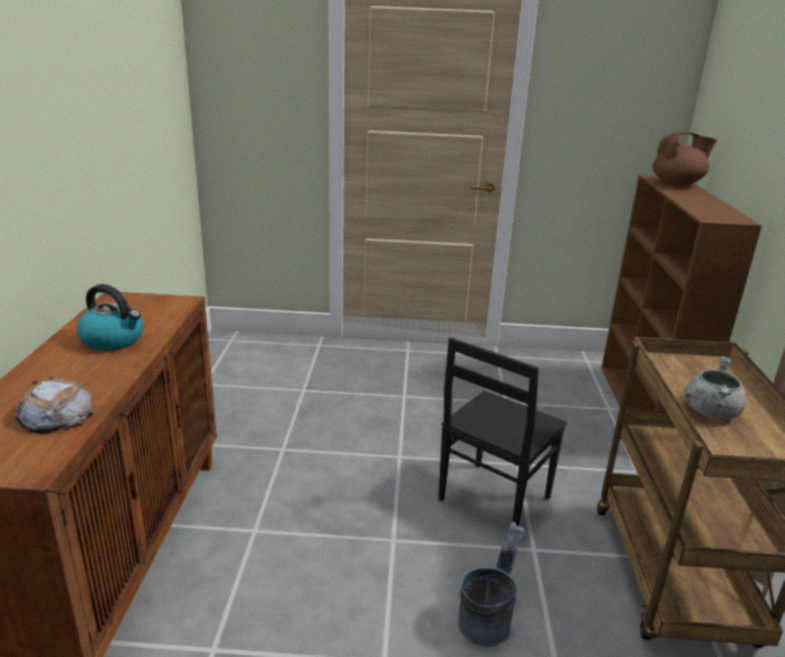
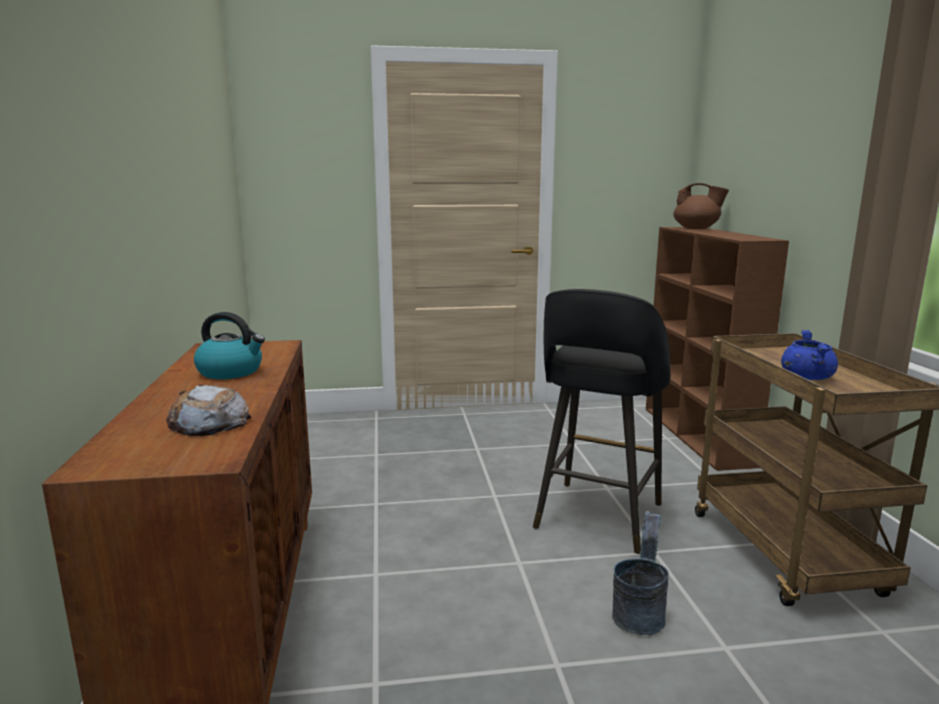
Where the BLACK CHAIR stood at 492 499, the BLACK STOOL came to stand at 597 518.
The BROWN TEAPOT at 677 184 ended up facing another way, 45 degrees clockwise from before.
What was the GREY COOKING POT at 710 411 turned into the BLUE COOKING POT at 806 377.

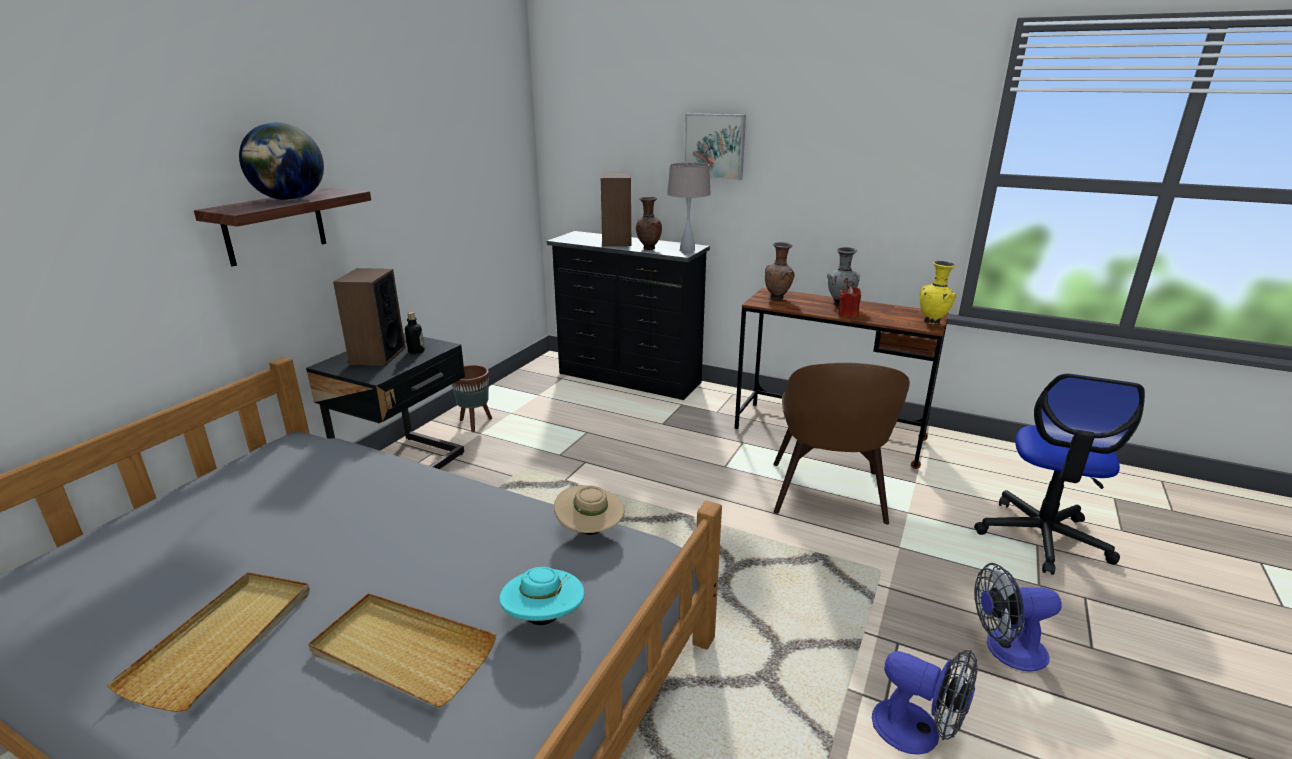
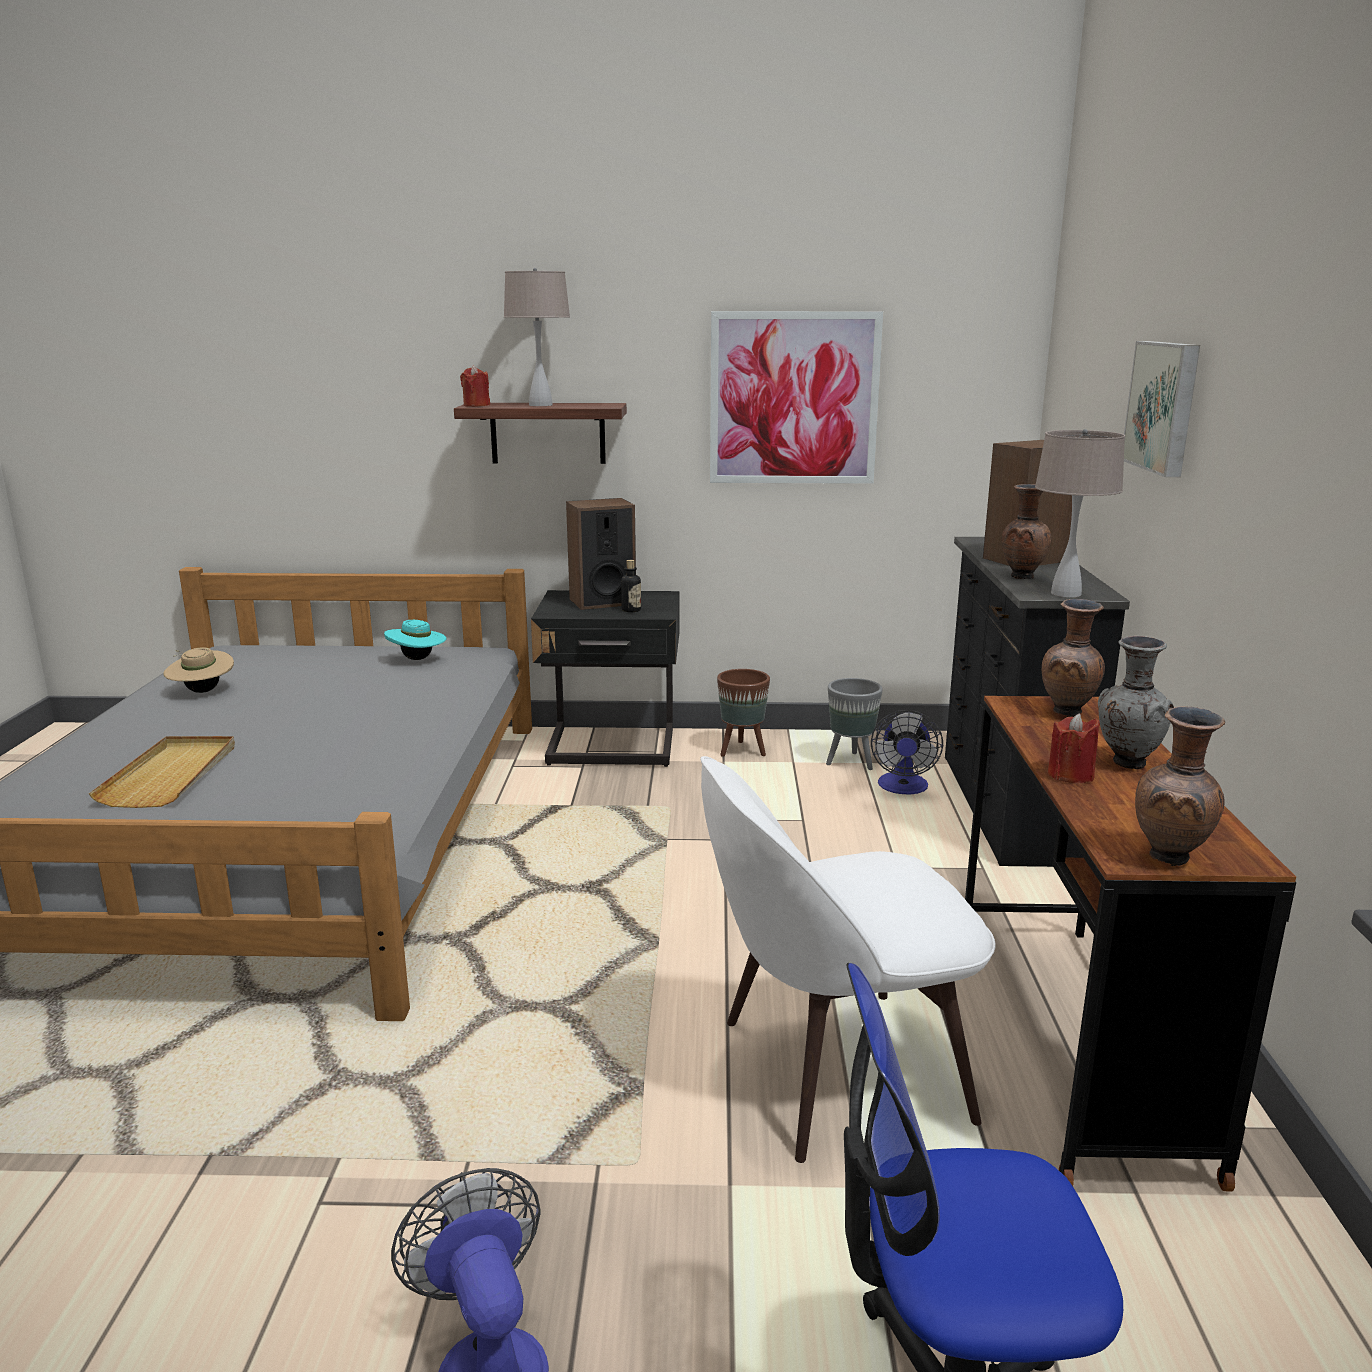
The second view lost the BEIGE TRAY at 223 640.
Where the GLOBE stood at 290 200, the BEIGE TABLE LAMP came to stand at 540 405.
The TURQUOISE HAT ended up elsewhere, having gone from 544 618 to 417 659.
The BEIGE HAT ended up elsewhere, having gone from 590 531 to 202 691.
What was the BROWN CHAIR at 827 495 turned into the WHITE CHAIR at 833 1071.
The FAN ended up elsewhere, having gone from 918 732 to 903 788.
What was the YELLOW VASE at 933 322 turned into the BROWN VASE at 1171 859.
The second view gained the RED CANDLE at 476 405.
The second view gained the PICTURE at 793 399.
The second view gained the GREY PLANTER at 851 762.

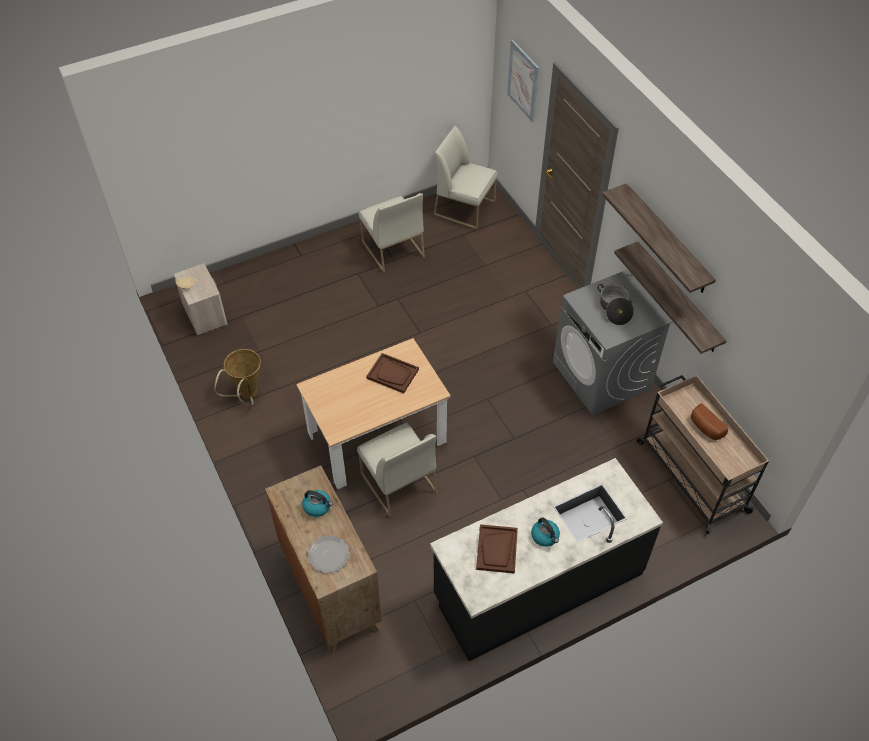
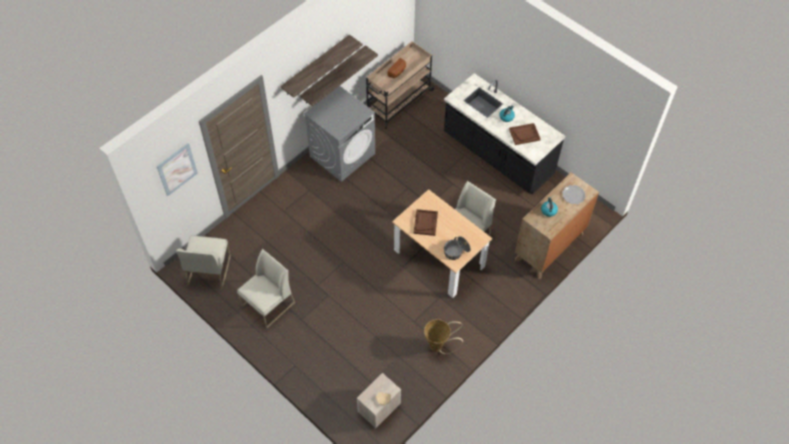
The COOKING POT ended up elsewhere, having gone from 614 309 to 456 251.

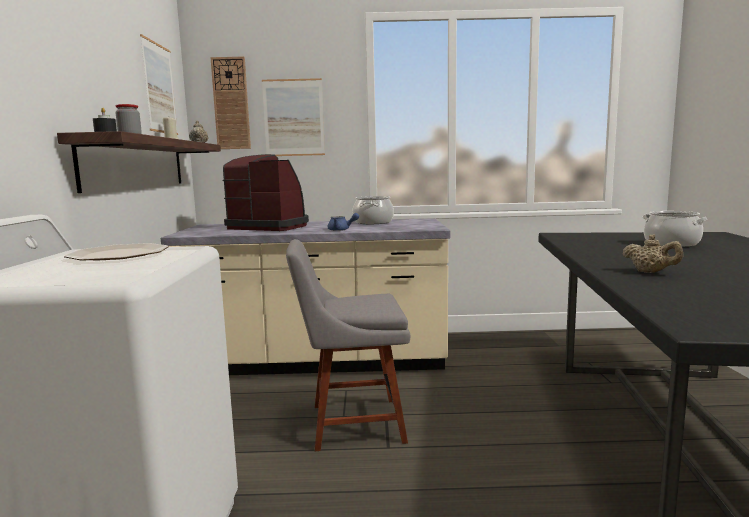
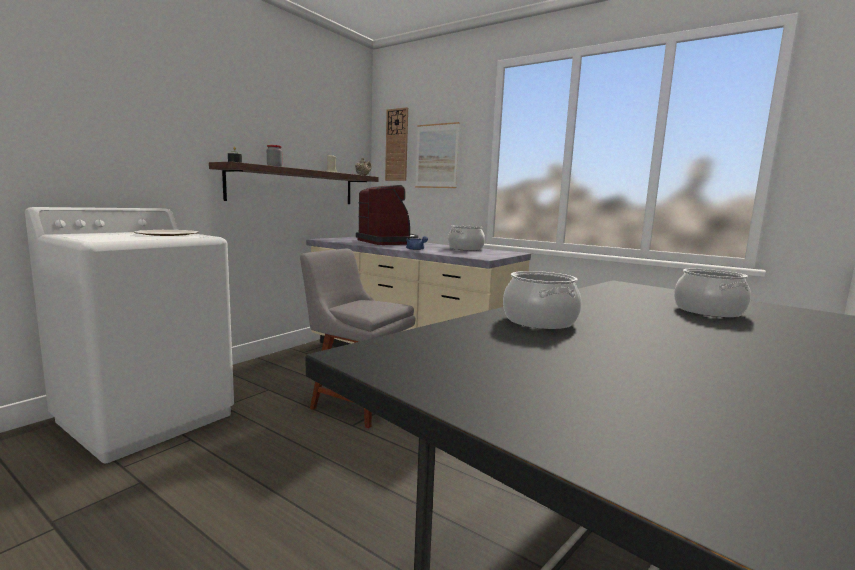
The second view lost the PICTURE at 159 88.
Where the BEIGE TEAPOT stood at 650 272, the COOKING POT came to stand at 540 321.

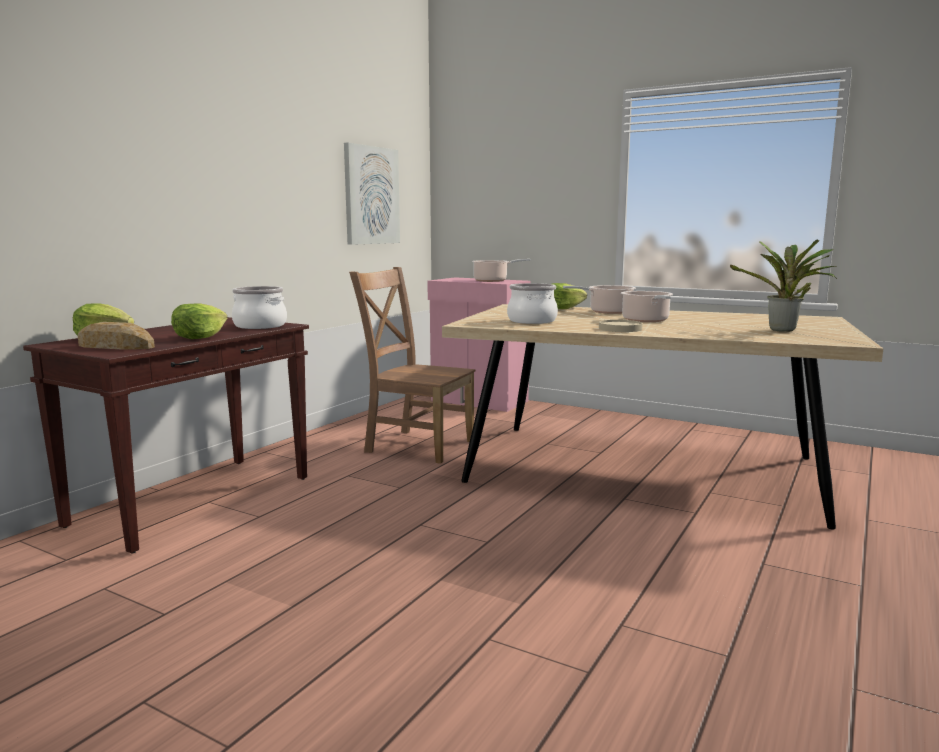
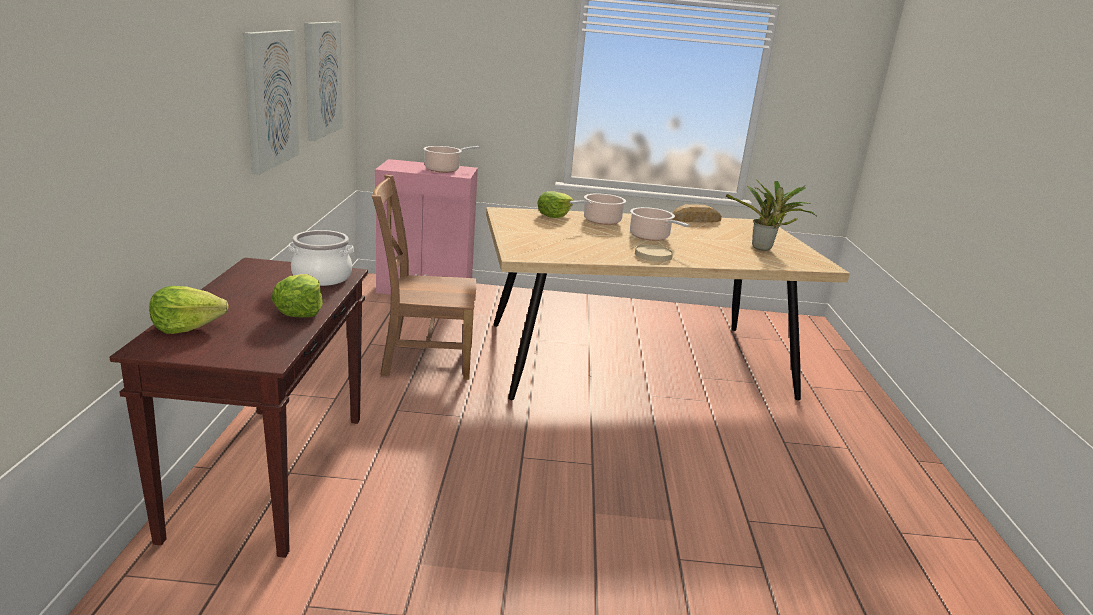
The BREAD ended up elsewhere, having gone from 115 346 to 696 220.
The second view lost the COOKING POT at 532 321.
The second view gained the PICTURE at 270 99.

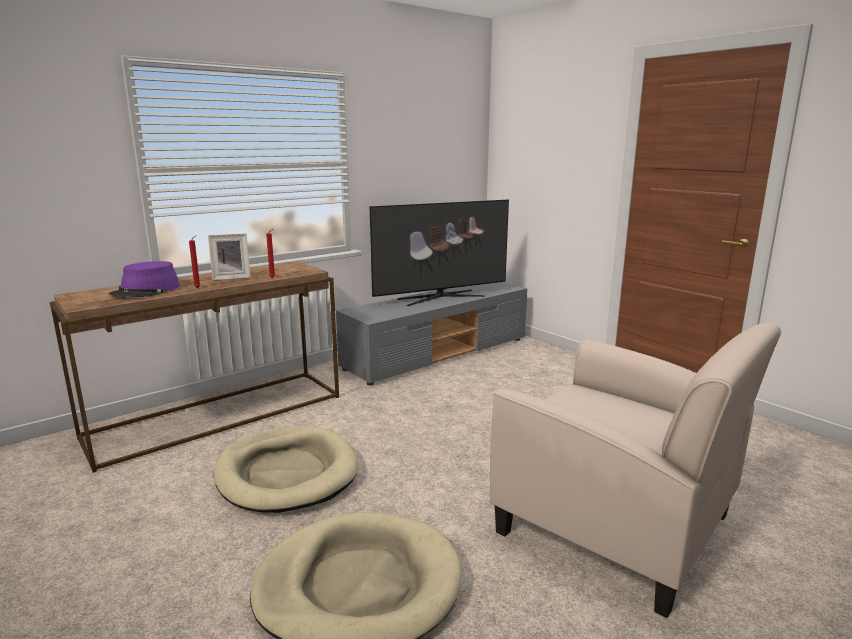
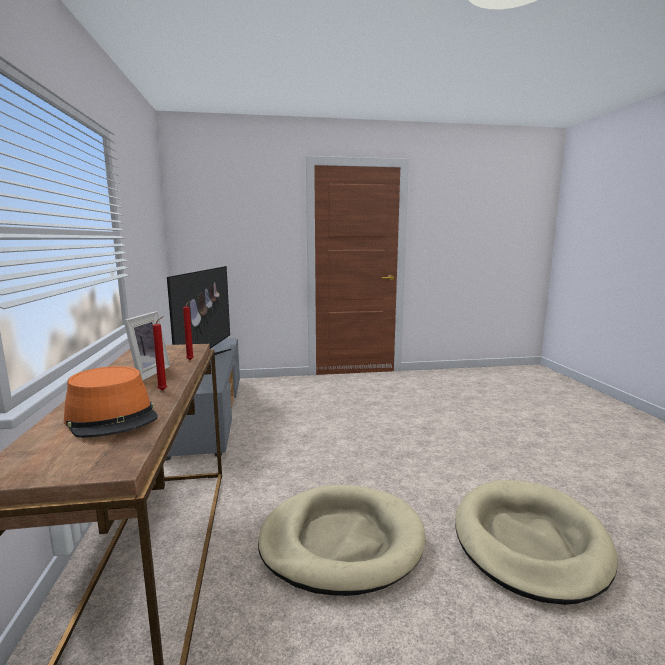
What was the PURPLE HAT at 146 291 turned into the ORANGE HAT at 112 417.
The second view lost the BEIGE ARMCHAIR at 617 525.

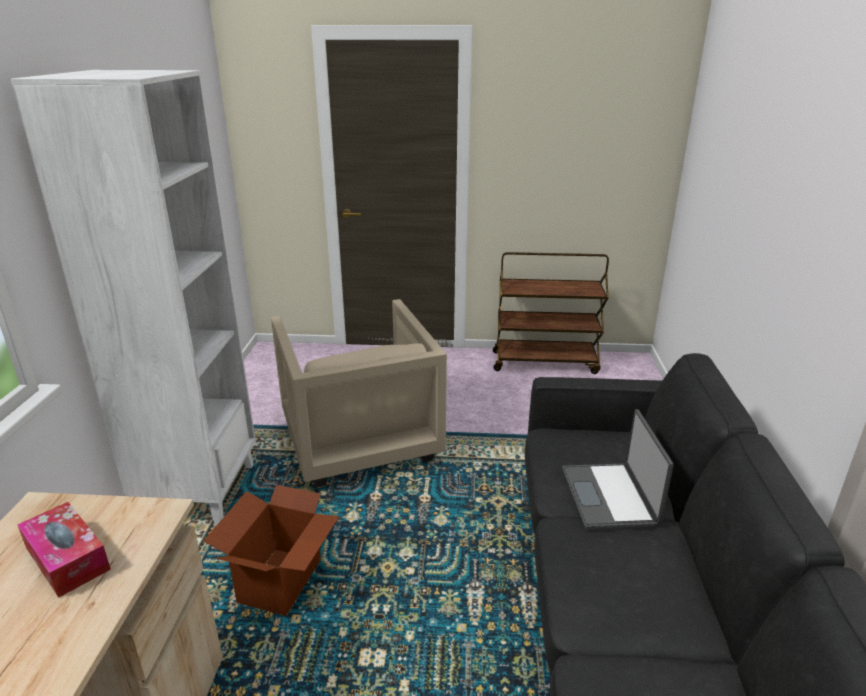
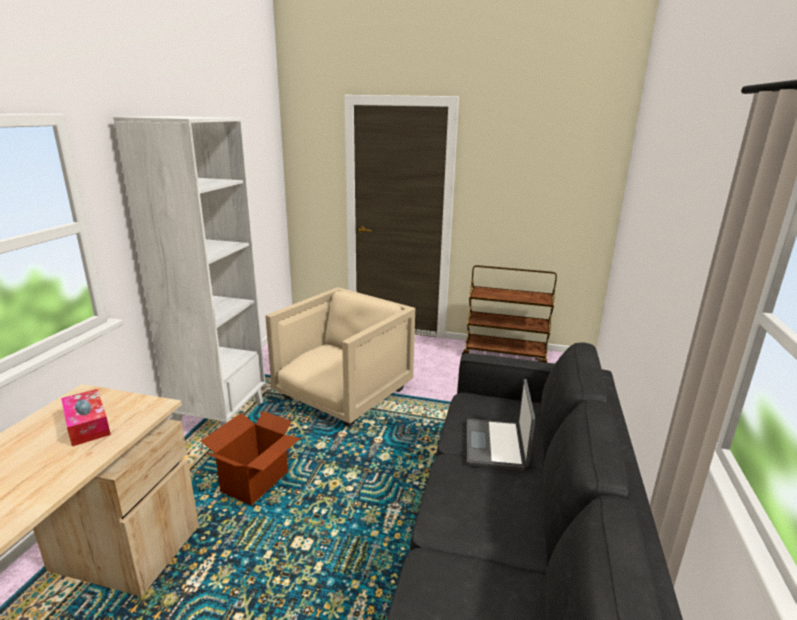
The BEIGE ARMCHAIR at 359 440 ended up facing another way, 135 degrees counterclockwise from before.

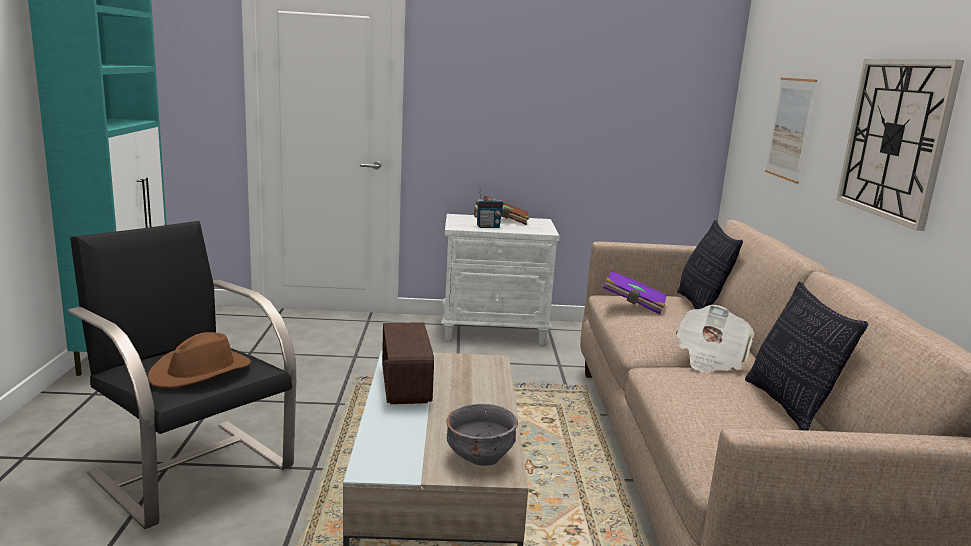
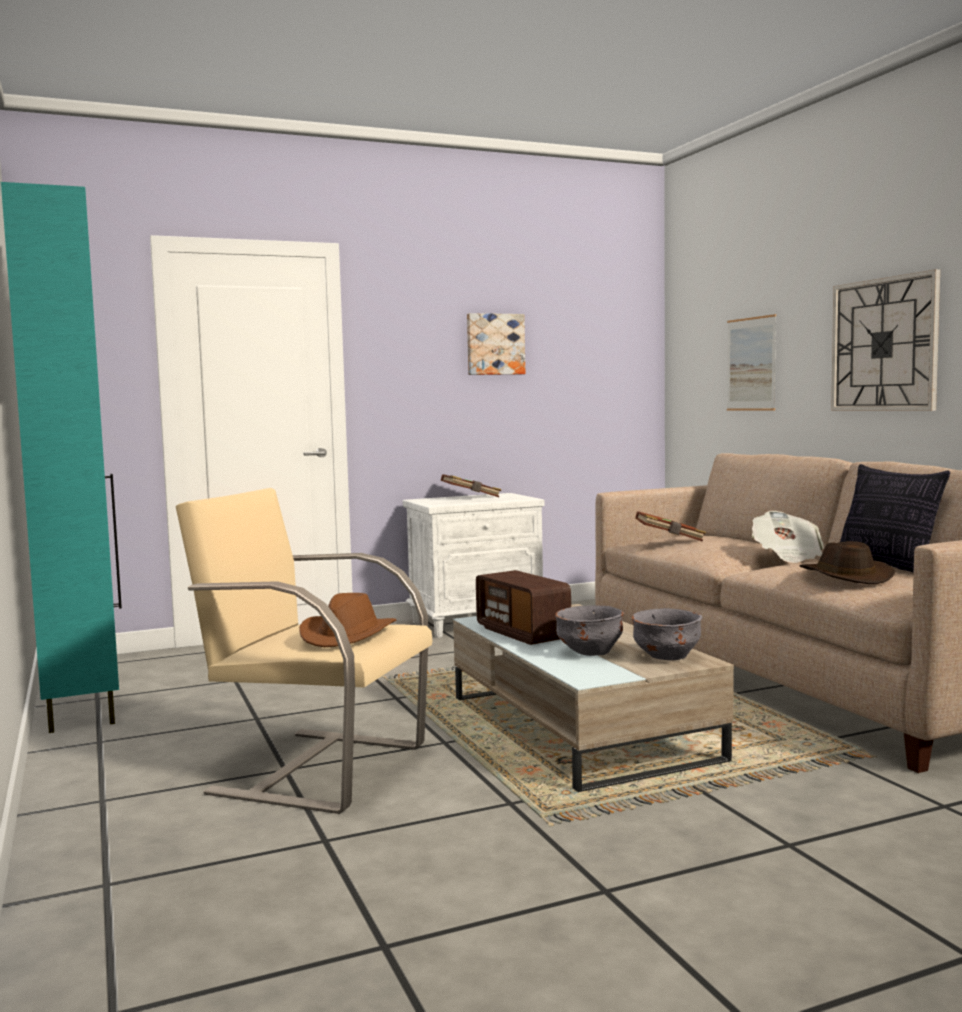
What was the BLACK ARMCHAIR at 191 469 turned into the BEIGE ARMCHAIR at 317 768.
The second view lost the RADIO at 488 227.
What was the PURPLE BOOK at 633 304 turned into the BROWN BOOK at 670 539.
The second view lost the PILLOW at 701 306.
The second view gained the PICTURE at 495 344.
The second view gained the GREY BOWL at 590 653.
The second view gained the BROWN HAT at 843 576.

